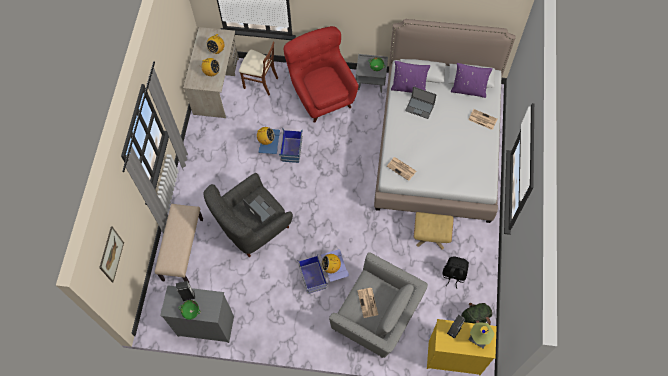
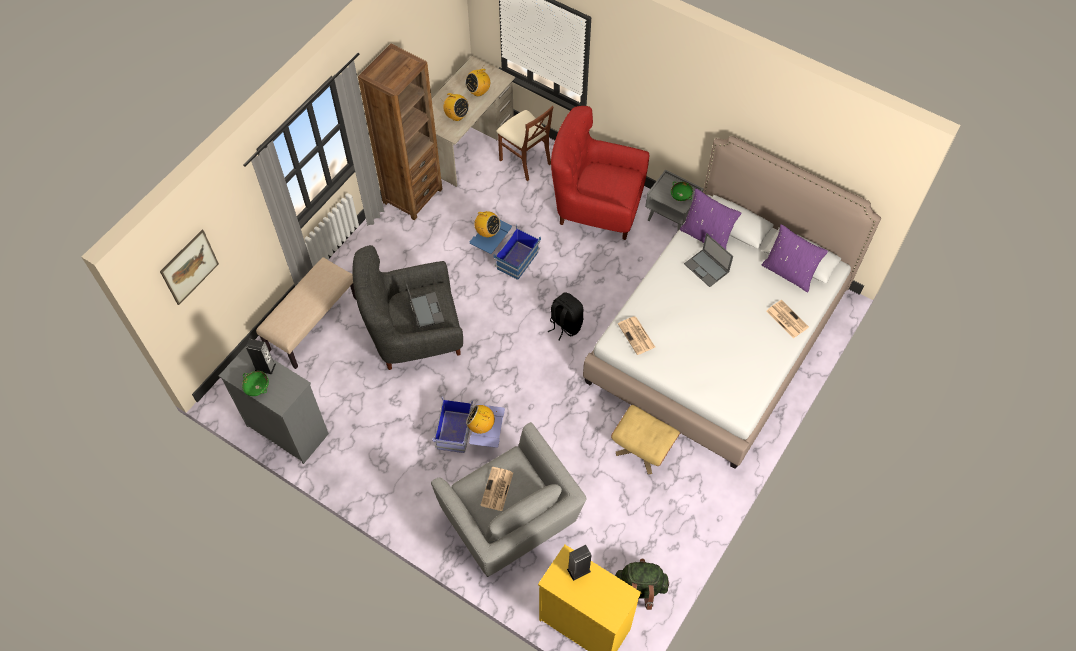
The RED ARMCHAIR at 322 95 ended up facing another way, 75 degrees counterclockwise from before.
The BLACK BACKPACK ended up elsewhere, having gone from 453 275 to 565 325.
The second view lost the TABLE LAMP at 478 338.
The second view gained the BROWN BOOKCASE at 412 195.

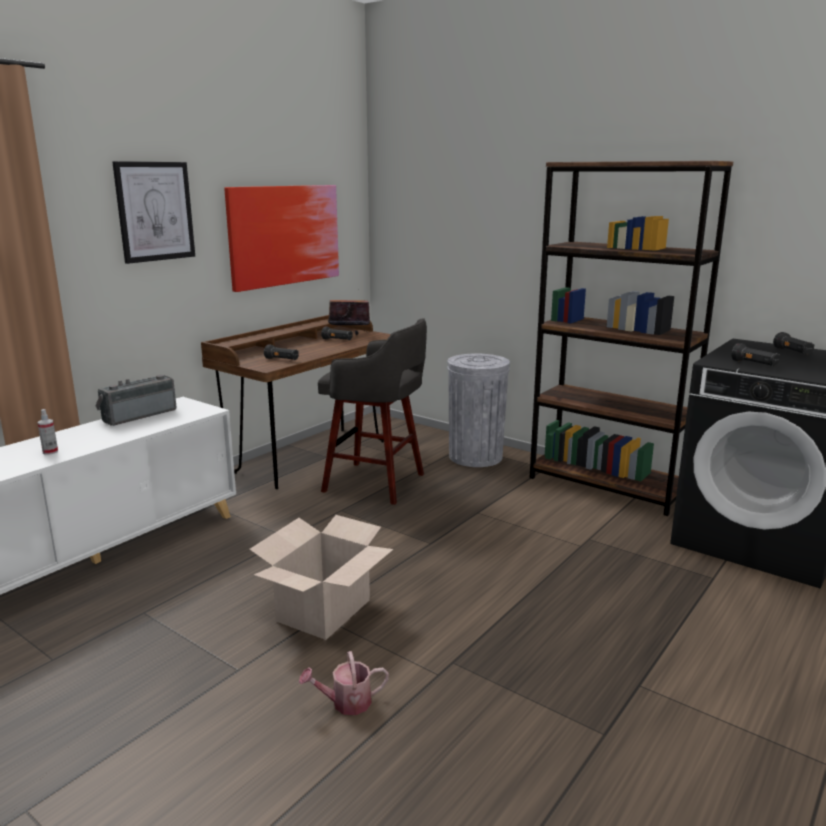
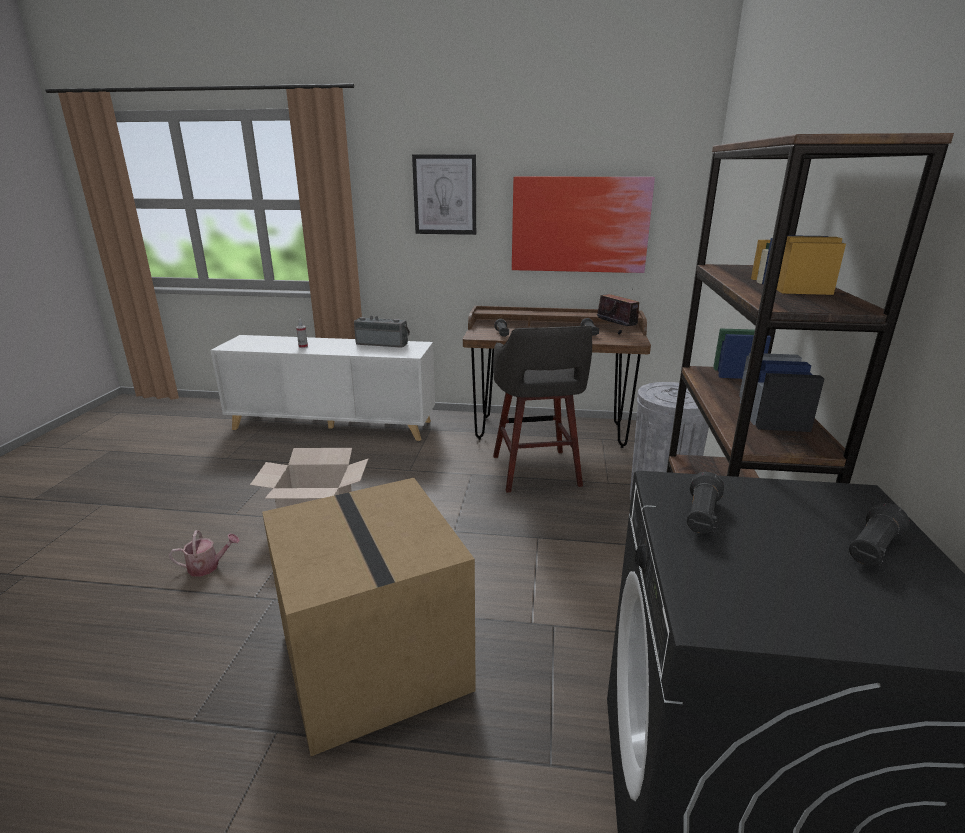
The WATERING CAN at 346 703 ended up facing another way, 120 degrees clockwise from before.
The second view gained the CARDBOARD BOX at 371 660.

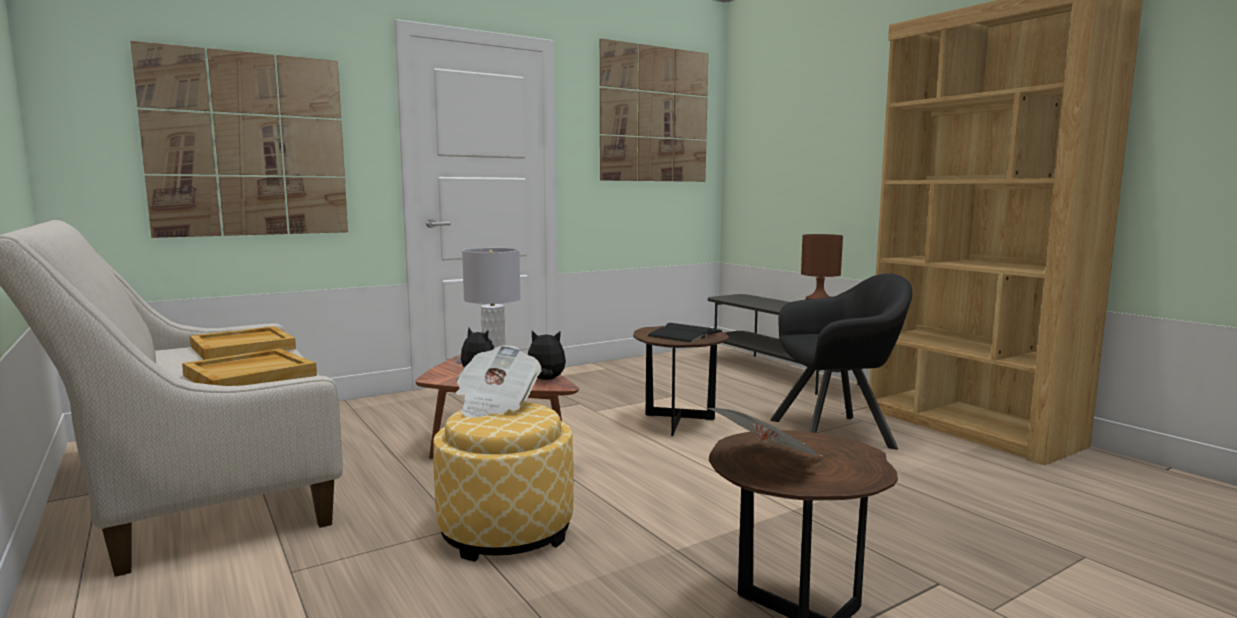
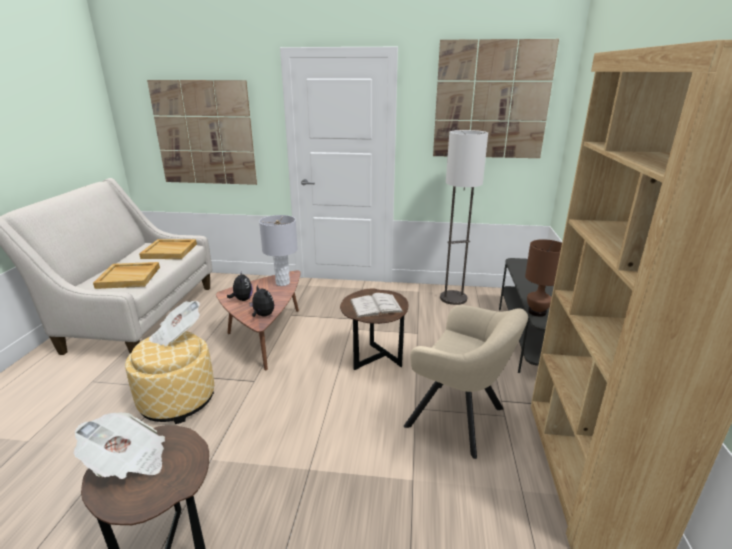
What was the BLACK BOOK at 685 334 turned into the WHITE BOOK at 376 306.
What was the BLACK ARMCHAIR at 838 433 turned into the BEIGE ARMCHAIR at 460 419.
The second view gained the FLOOR LAMP at 453 298.

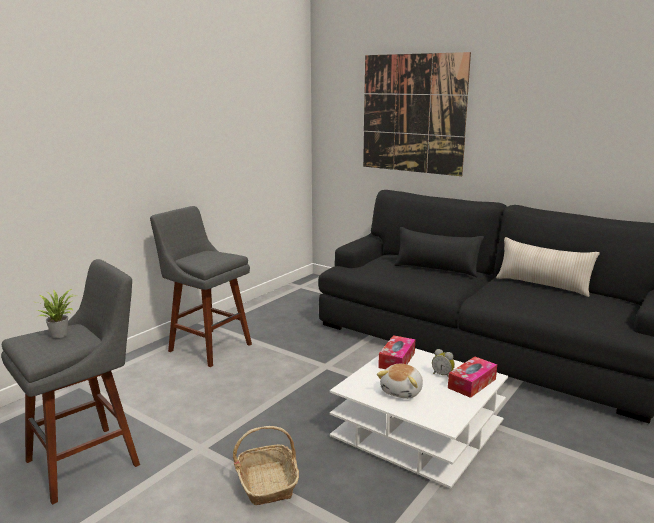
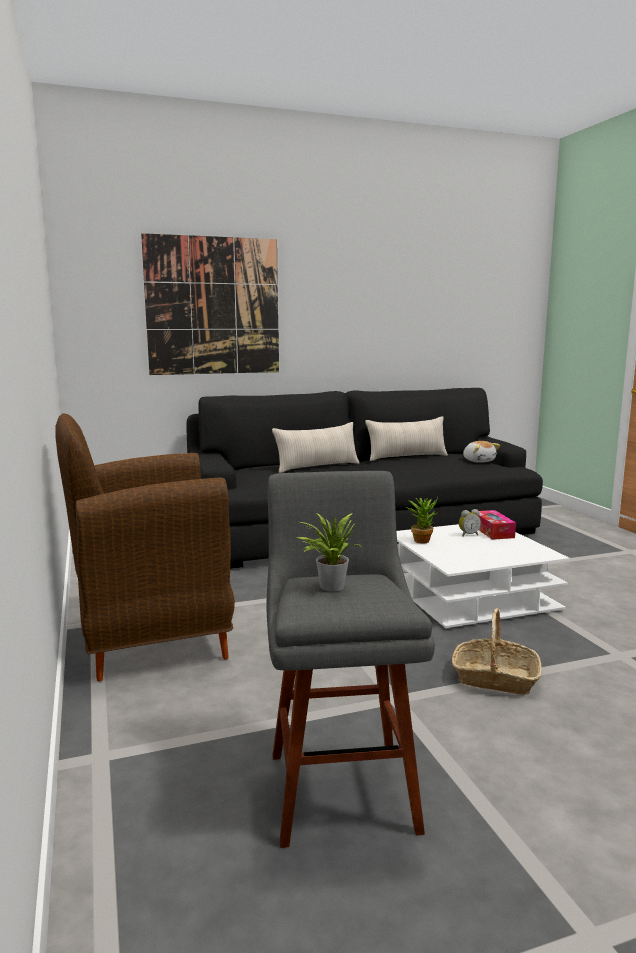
Where the GREY STOOL stood at 207 346, the BROWN ARMCHAIR came to stand at 151 639.
The PLUSH TOY ended up elsewhere, having gone from 402 391 to 479 461.
Where the TISSUE BOX stood at 397 360, the POTTED PLANT came to stand at 422 540.
What was the BLACK PILLOW at 436 269 turned into the BEIGE PILLOW at 317 467.

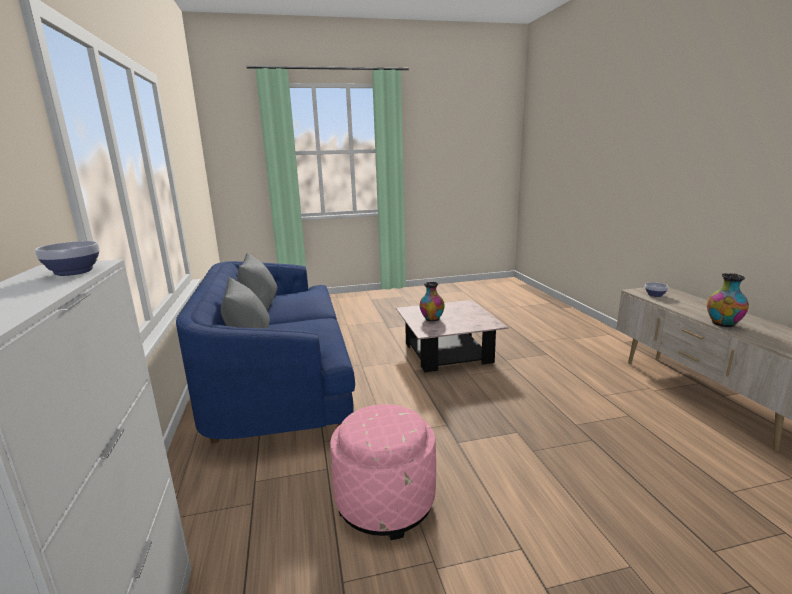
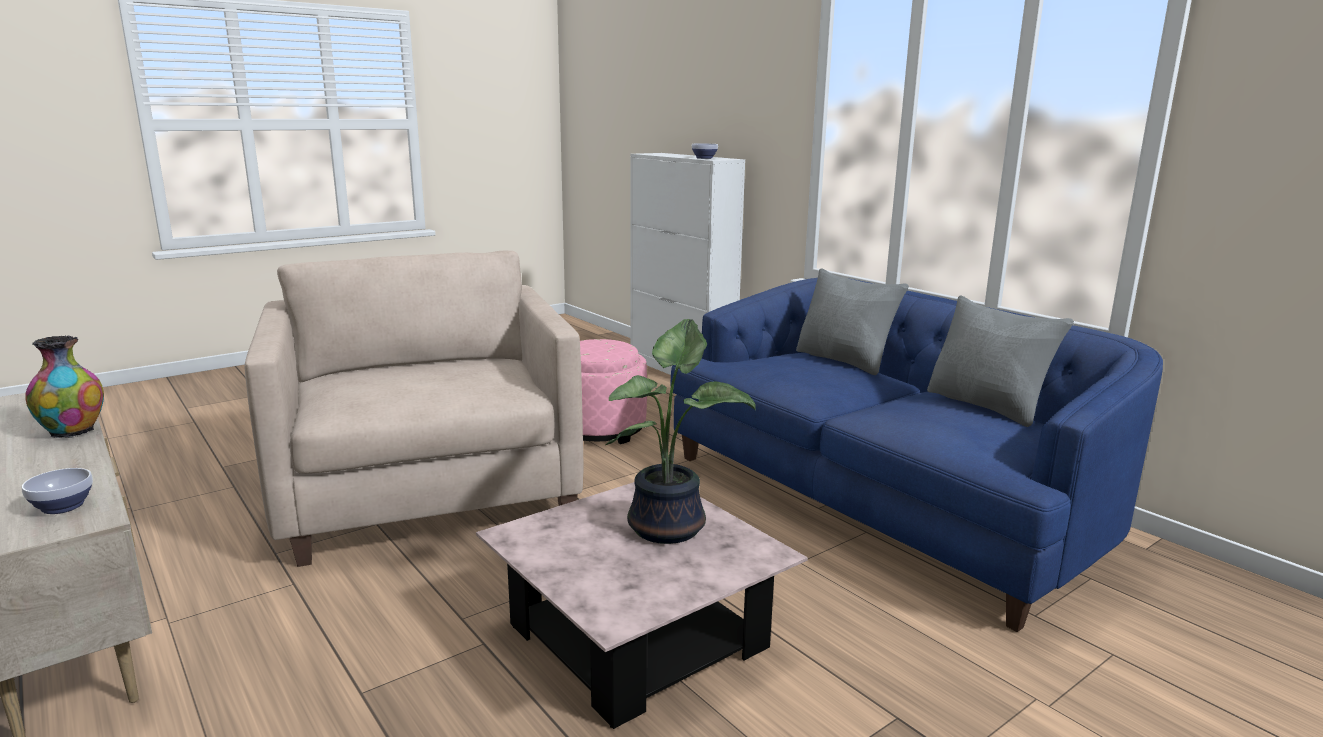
Where the VASE stood at 431 319, the POTTED PLANT came to stand at 671 526.
The second view gained the BEIGE ARMCHAIR at 428 495.

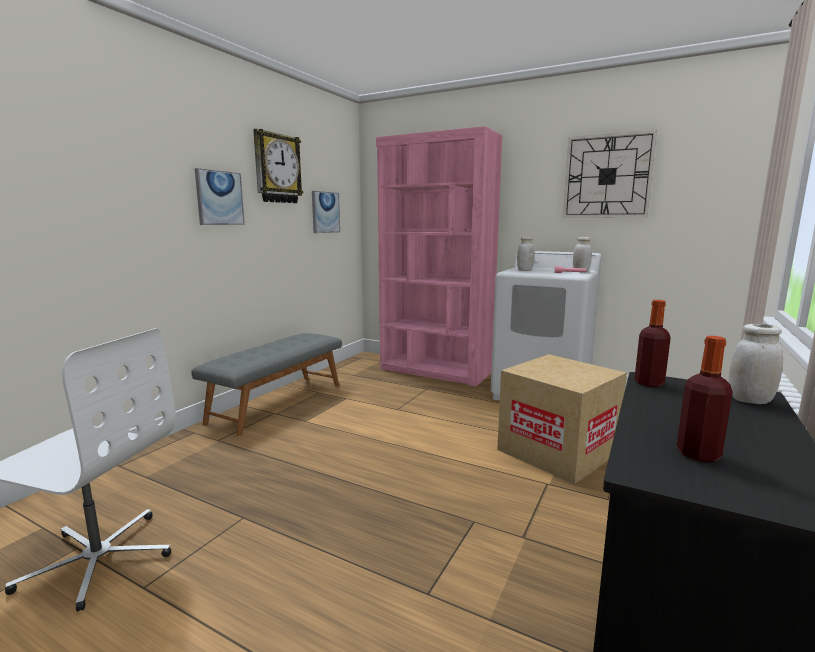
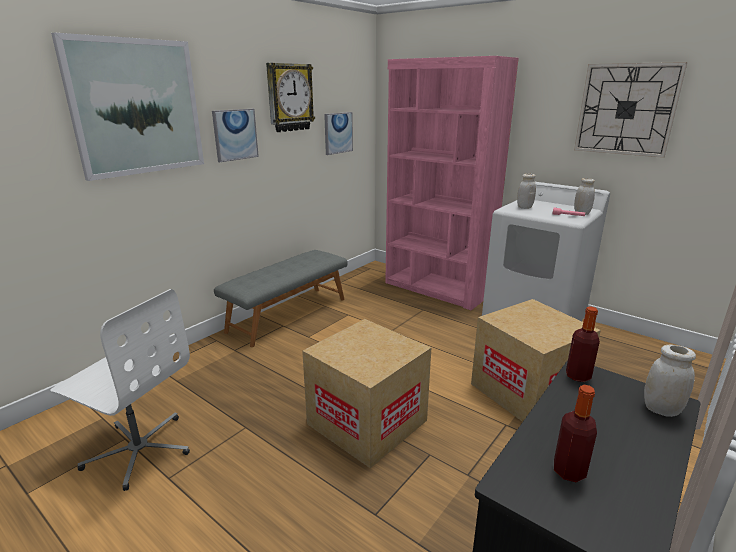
The second view gained the PICTURE at 137 107.
The second view gained the CARDBOARD BOX at 367 422.

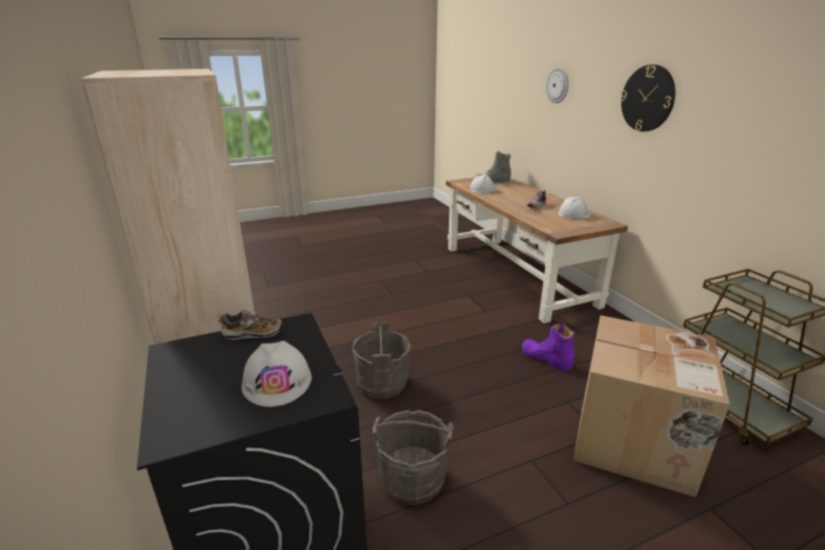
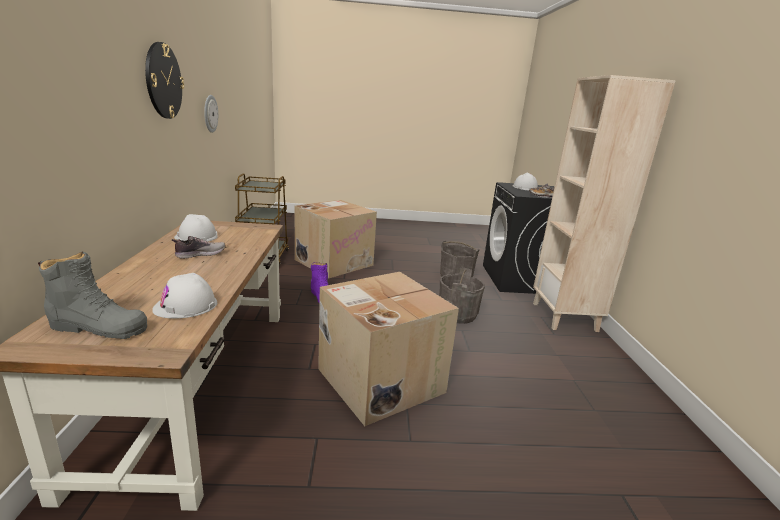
The WALL CLOCK ended up elsewhere, having gone from 558 85 to 210 113.
The second view gained the CARDBOARD BOX at 378 380.

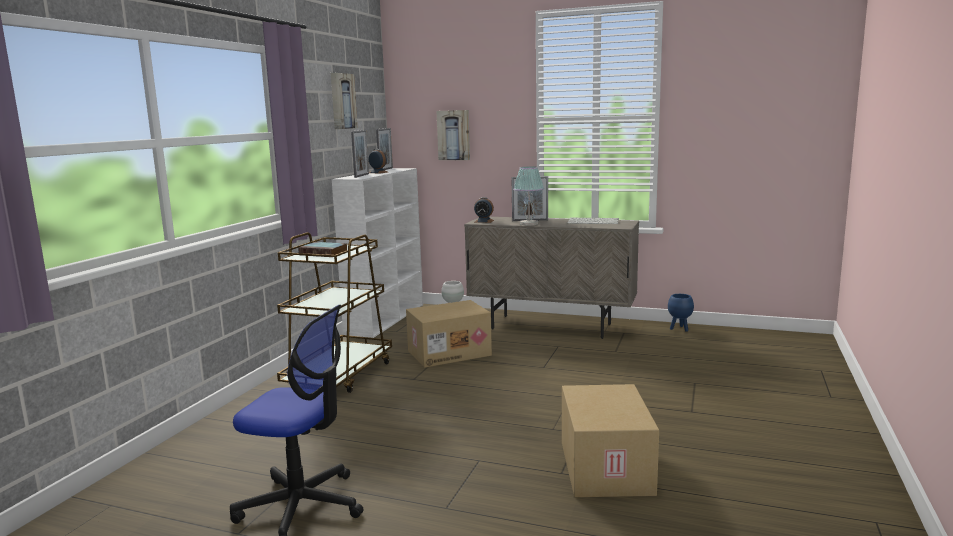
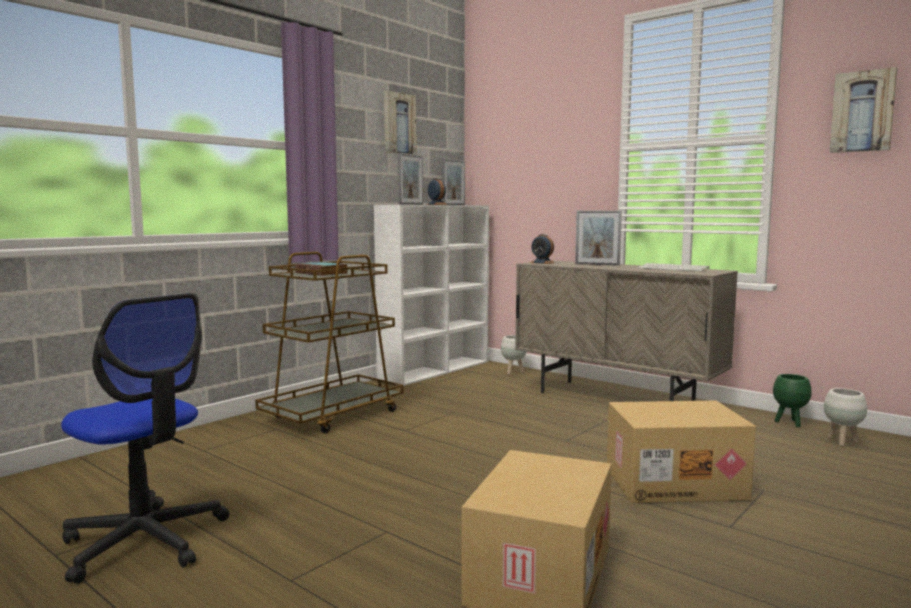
The CARDBOARD BOX ended up elsewhere, having gone from 449 353 to 674 483.
The PICTURE ended up elsewhere, having gone from 454 135 to 863 112.
The second view lost the TABLE LAMP at 529 224.
What was the BLUE PLANTER at 680 329 turned into the GREEN PLANTER at 790 423.
The second view gained the WHITE PLANTER at 841 442.

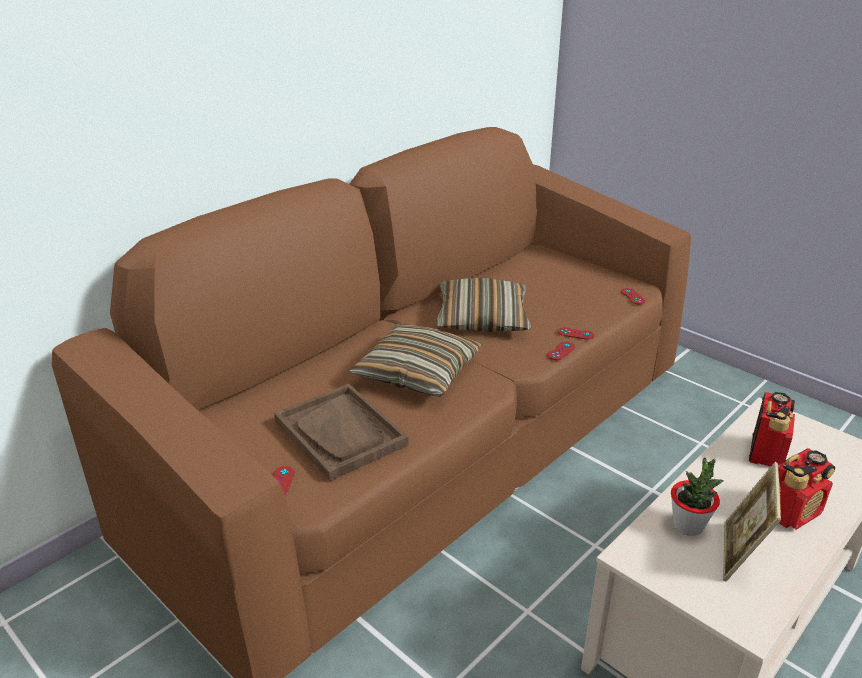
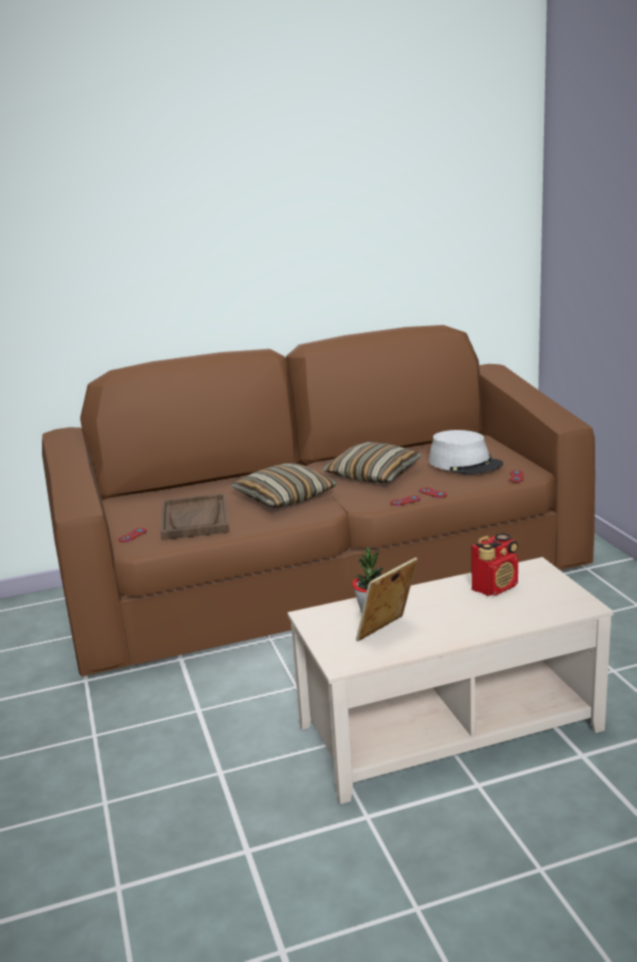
The second view lost the RADIO at 792 513.
The second view gained the GREY HAT at 465 463.

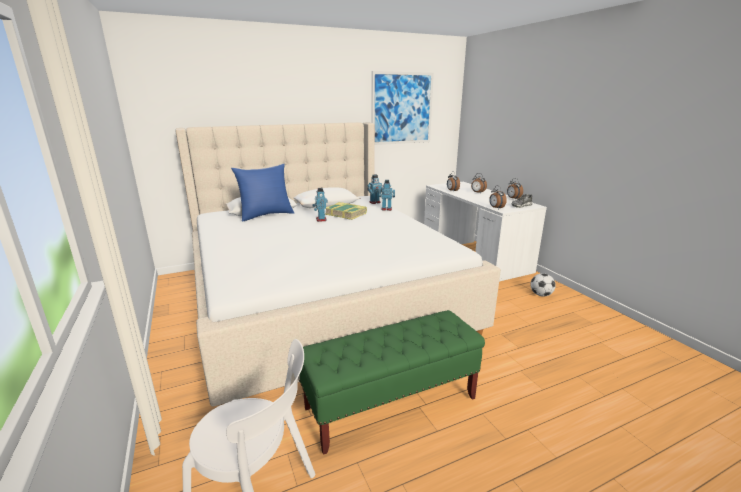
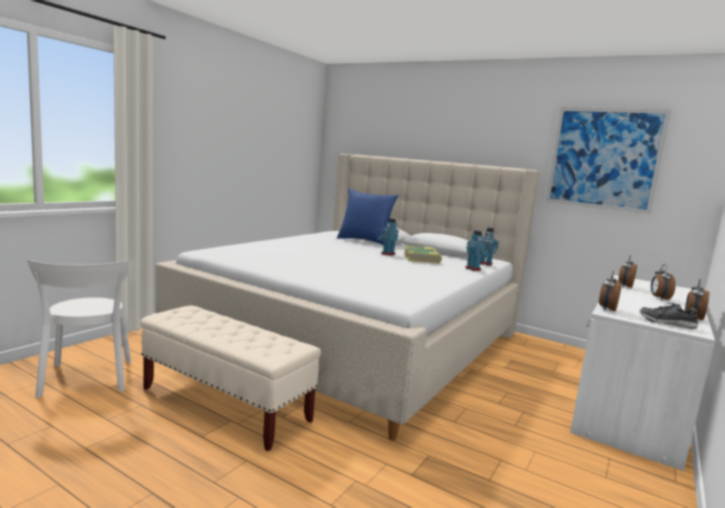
What was the GREEN BENCH at 391 403 turned into the BEIGE BENCH at 225 405.
The second view lost the FOOTBALL at 541 295.

